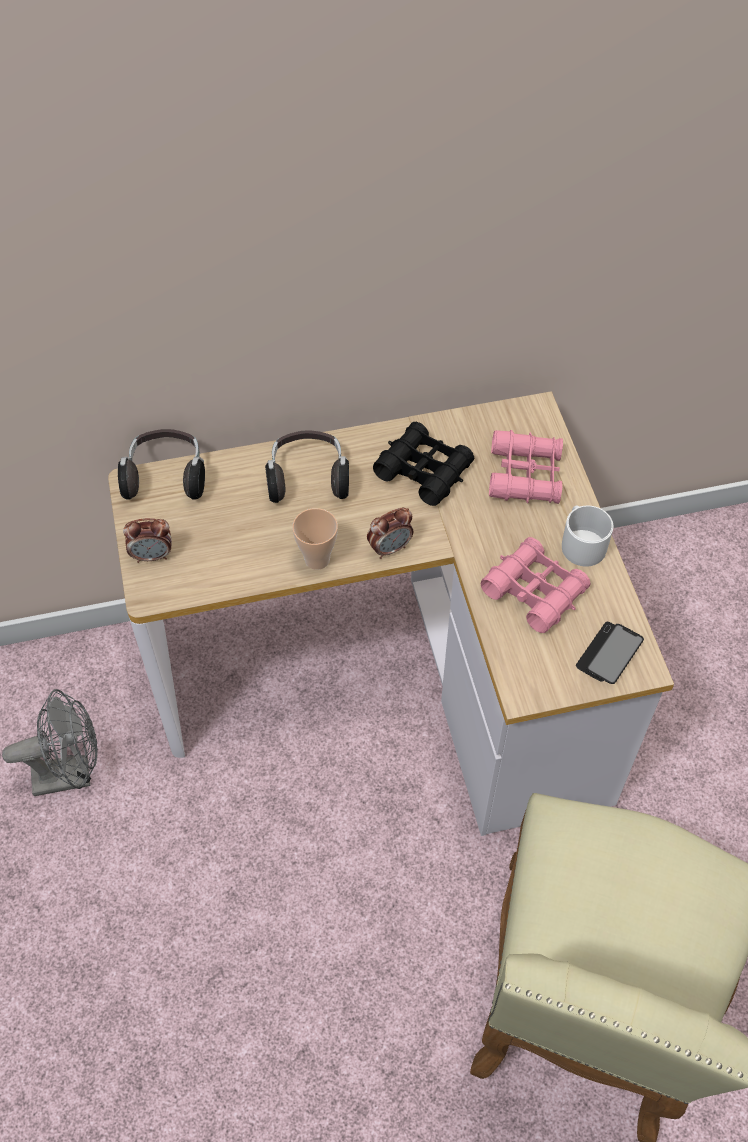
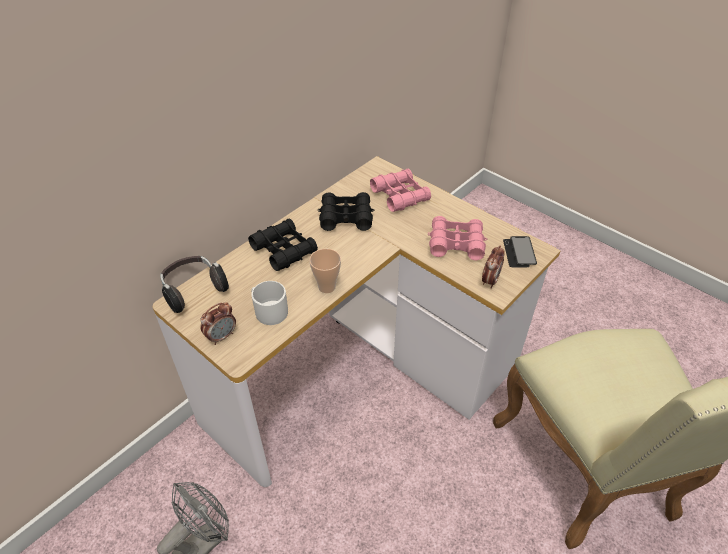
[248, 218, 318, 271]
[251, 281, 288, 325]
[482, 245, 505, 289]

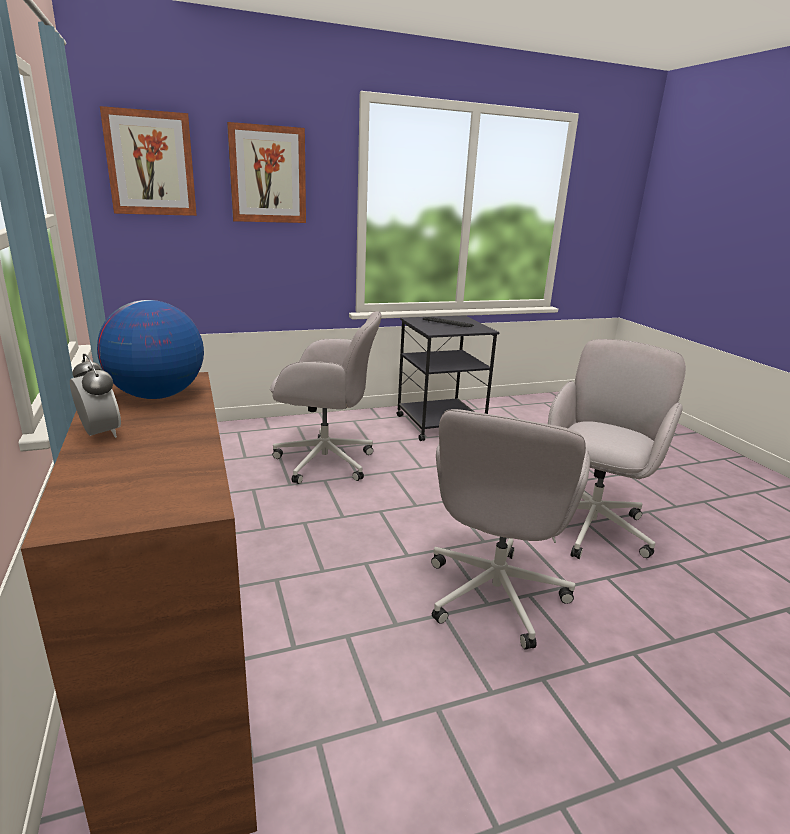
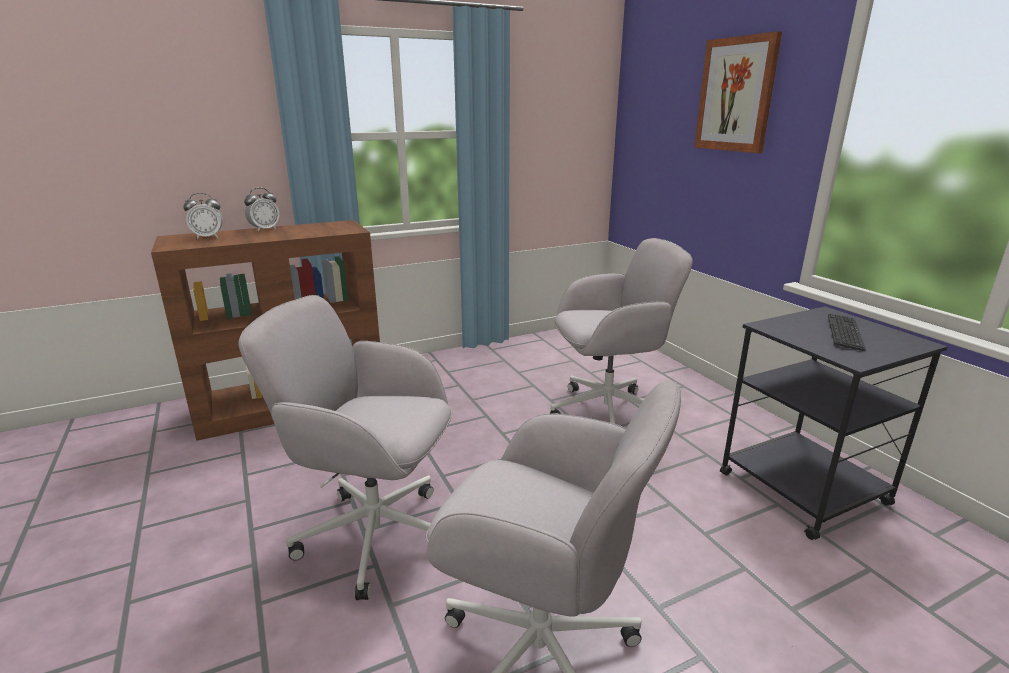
[183, 193, 223, 239]
[550, 238, 693, 424]
[97, 300, 204, 399] (first image)
[100, 106, 197, 216] (first image)

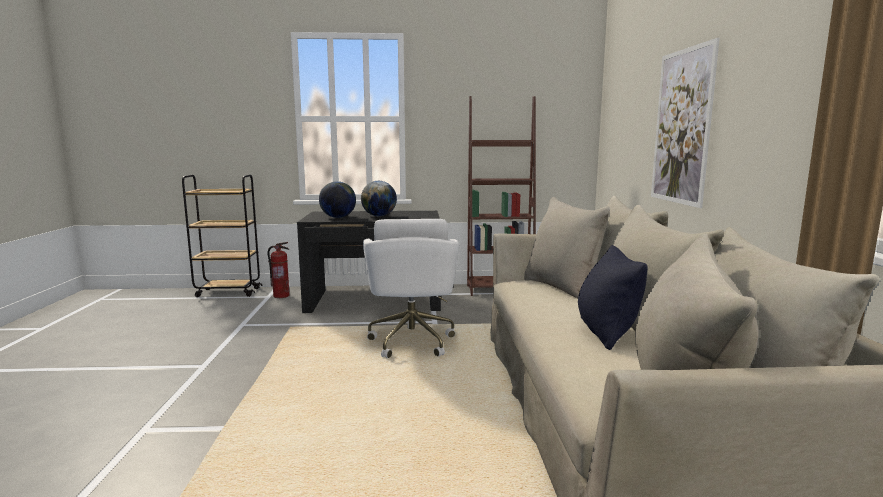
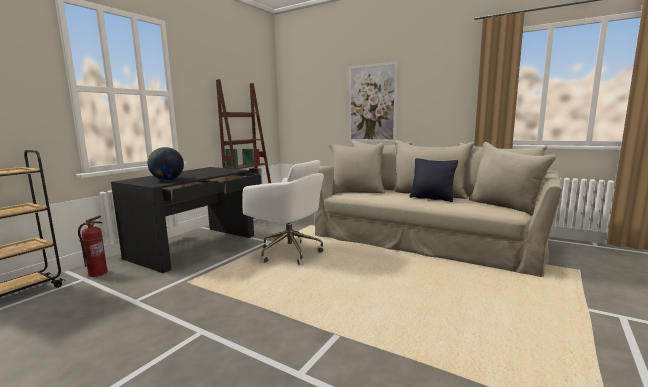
[361, 181, 397, 216] (first image)

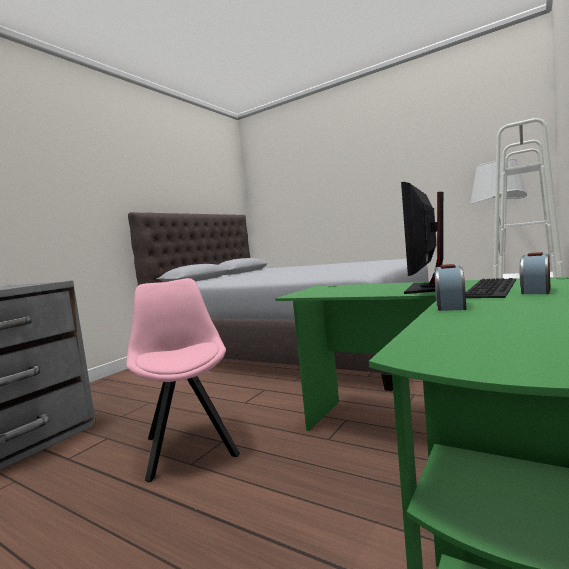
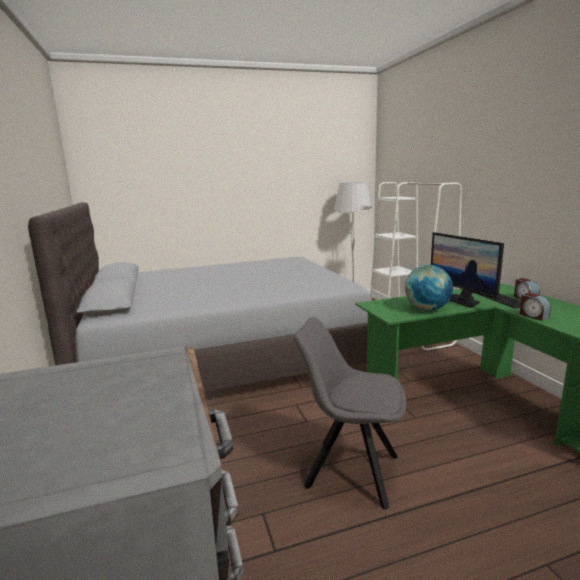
[294, 317, 406, 509]
[405, 265, 453, 311]

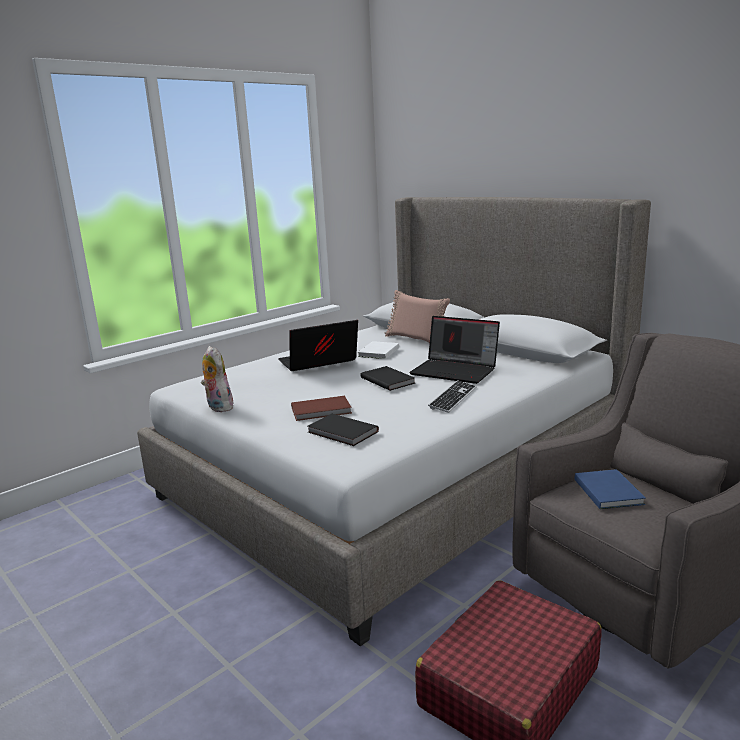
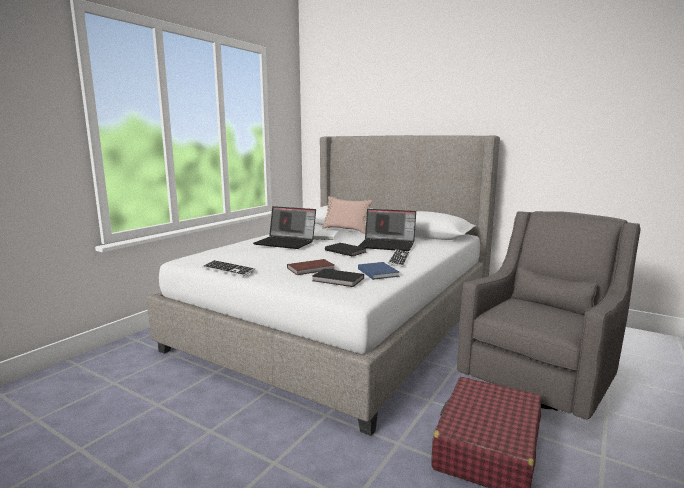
[202, 260, 255, 276]
[253, 206, 316, 249]
[358, 262, 399, 280]

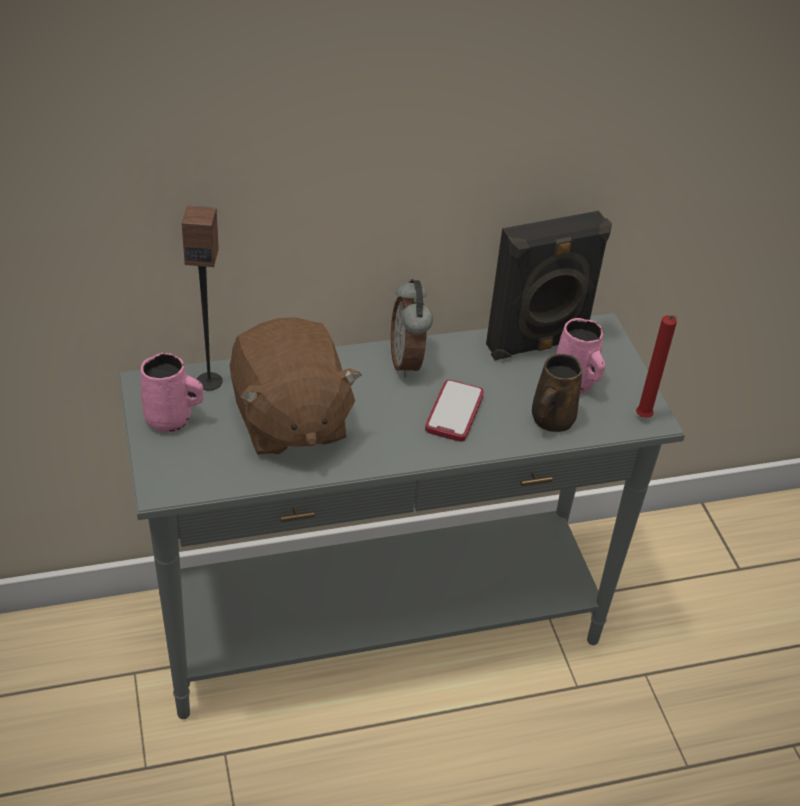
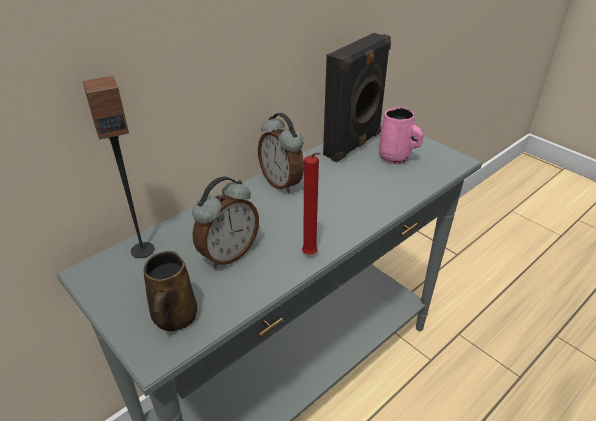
[144, 251, 197, 331]
[192, 176, 259, 268]
[302, 152, 321, 255]
[141, 352, 204, 433] (first image)
[425, 380, 484, 442] (first image)

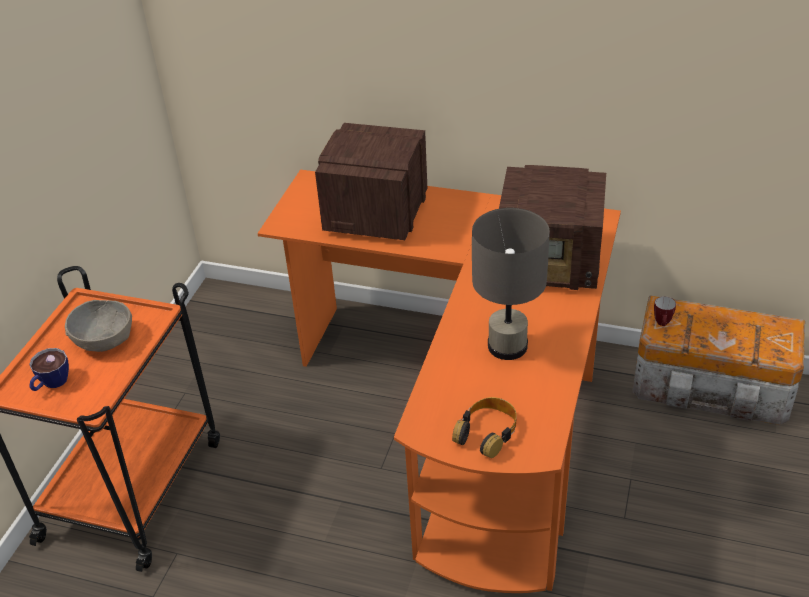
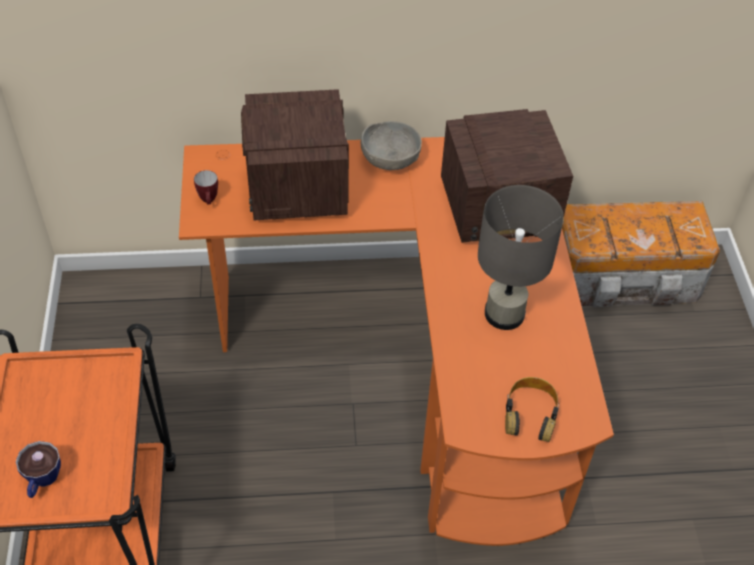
[194, 170, 218, 205]
[361, 121, 422, 170]

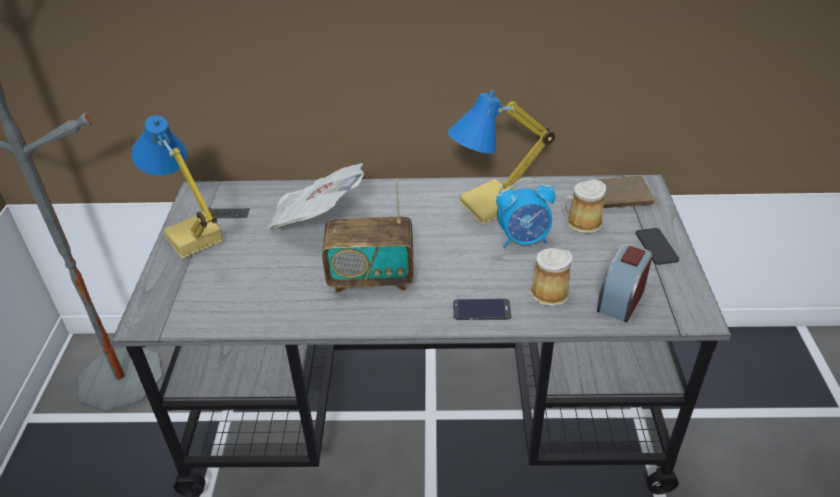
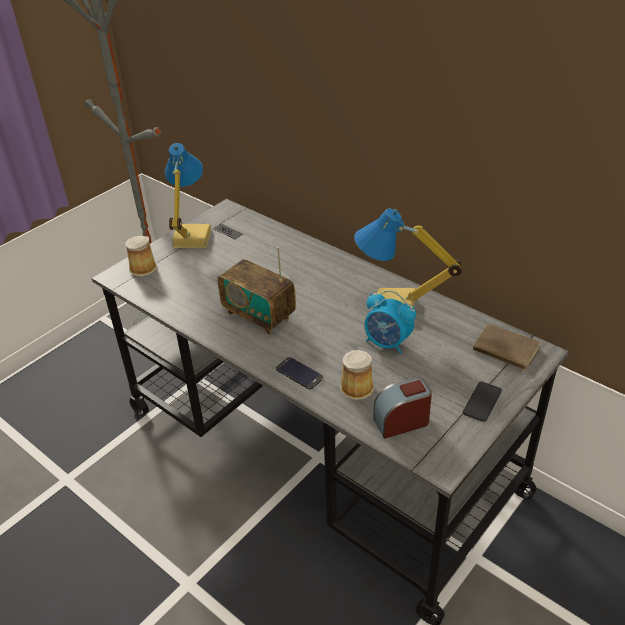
[125, 236, 157, 277]
[267, 163, 364, 228] (first image)

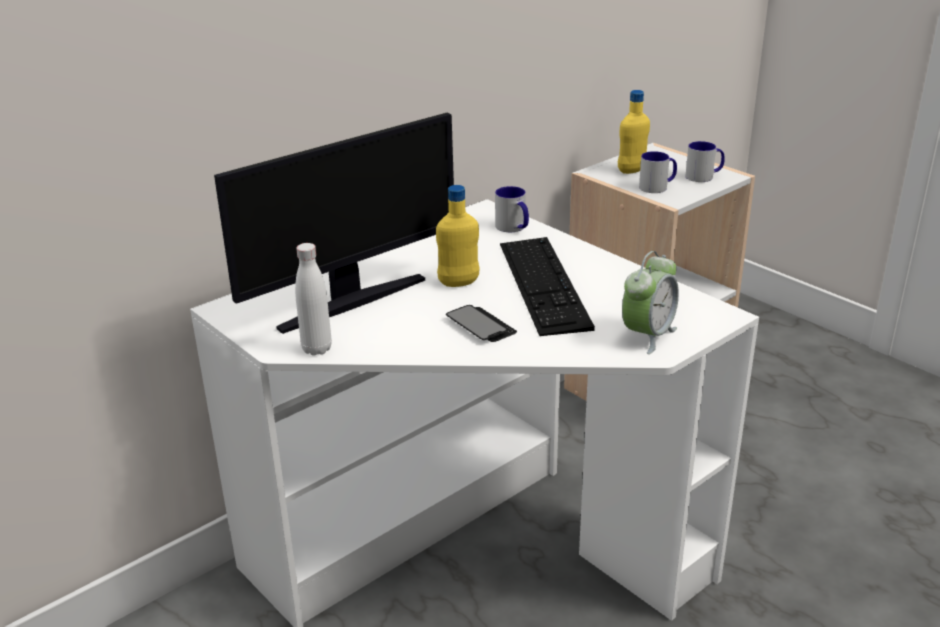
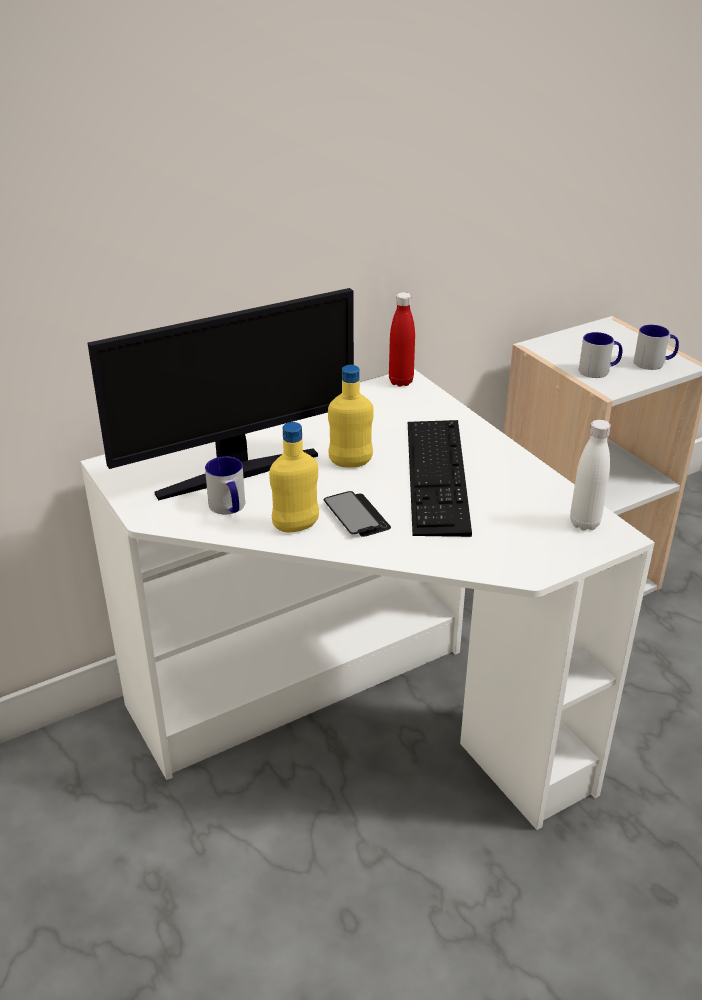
[205, 456, 245, 514]
[269, 422, 319, 532]
[389, 292, 415, 387]
[570, 420, 611, 531]
[622, 251, 679, 354] (first image)

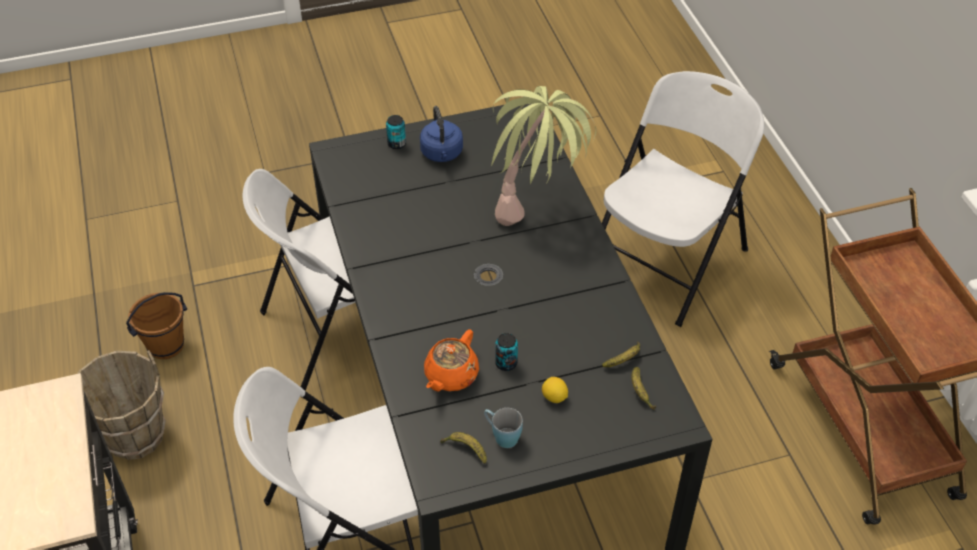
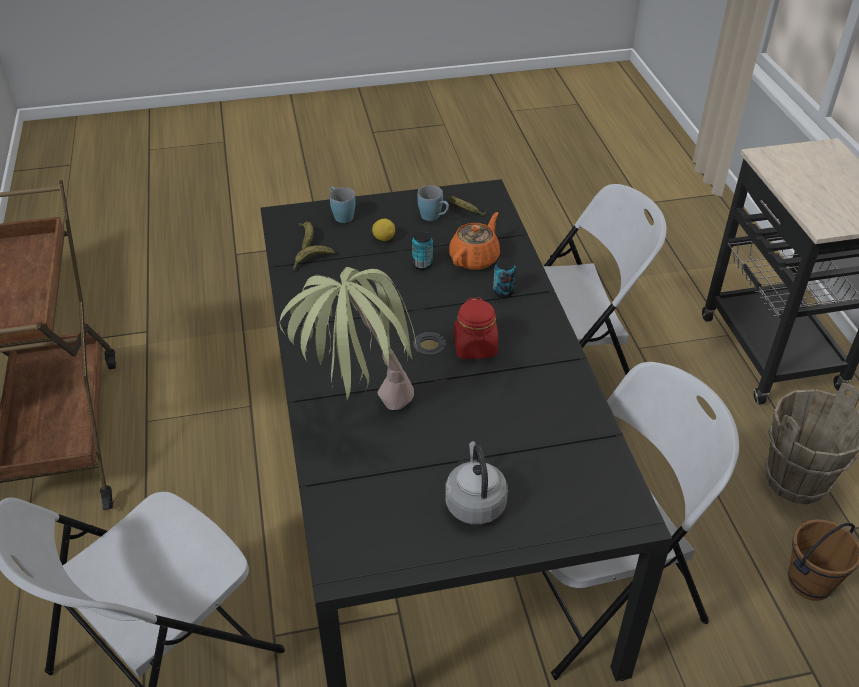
[330, 187, 356, 223]
[445, 441, 508, 525]
[454, 297, 498, 359]
[493, 258, 516, 298]

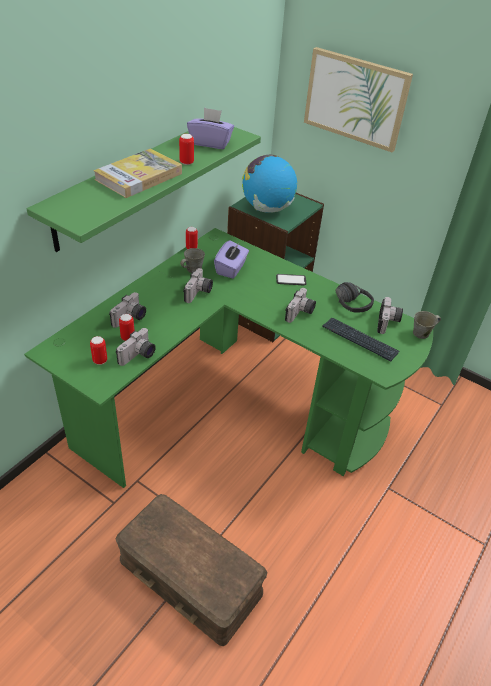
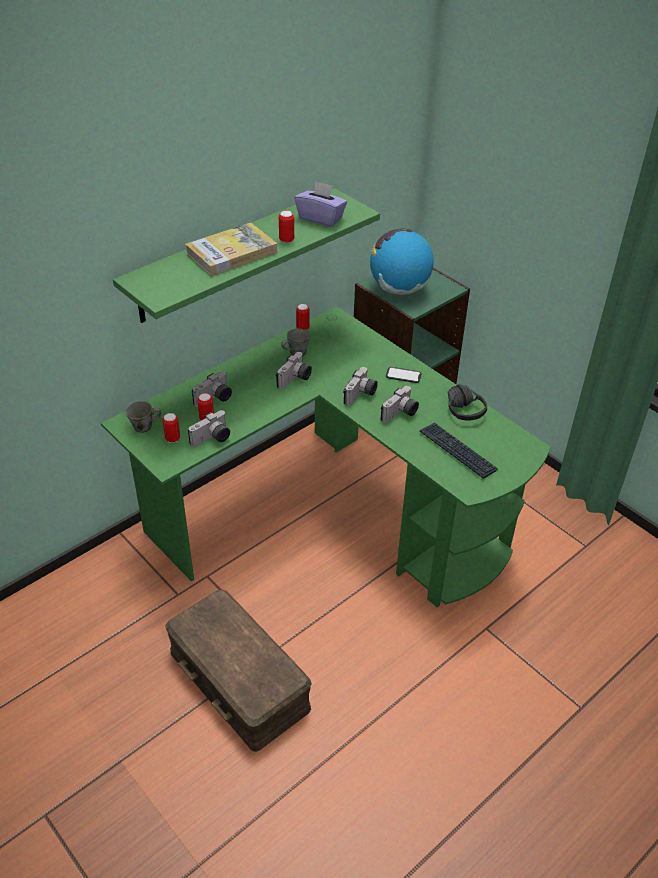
[126, 401, 161, 433]
[343, 367, 378, 406]
[214, 240, 249, 279] (first image)
[304, 47, 413, 152] (first image)

